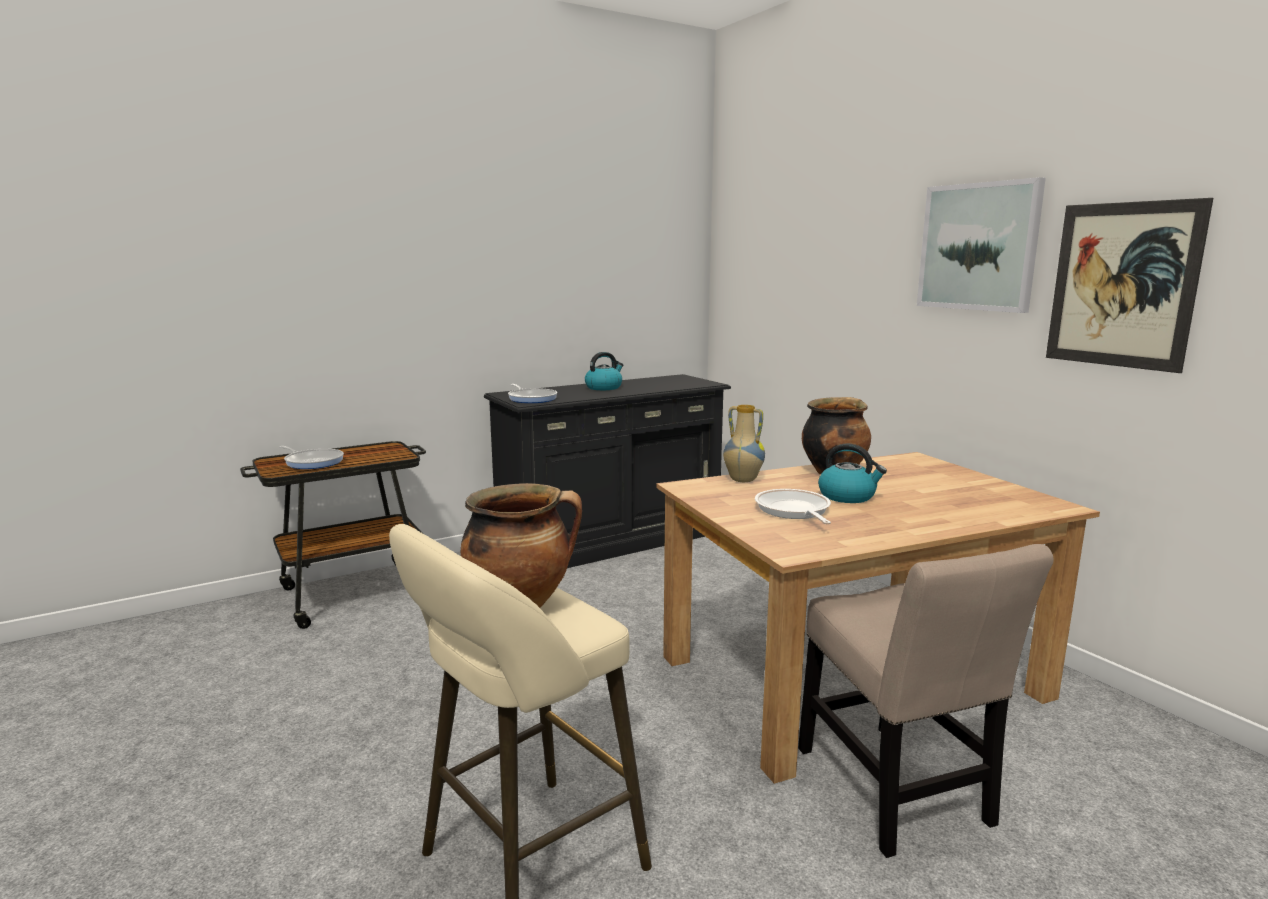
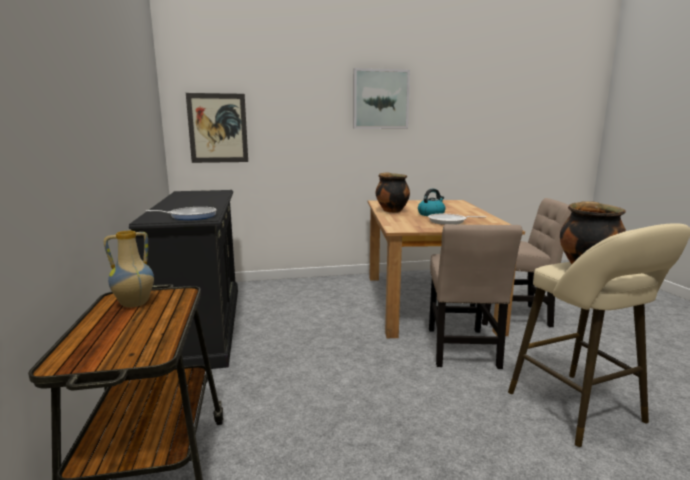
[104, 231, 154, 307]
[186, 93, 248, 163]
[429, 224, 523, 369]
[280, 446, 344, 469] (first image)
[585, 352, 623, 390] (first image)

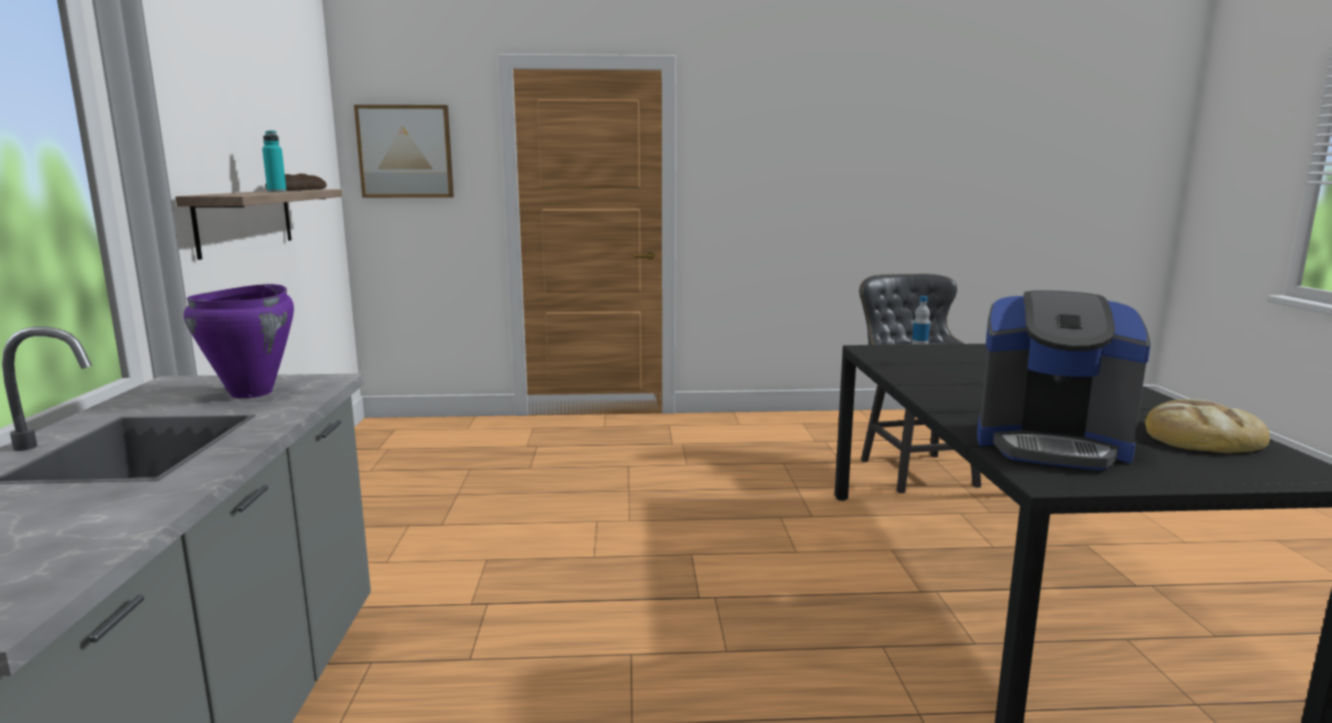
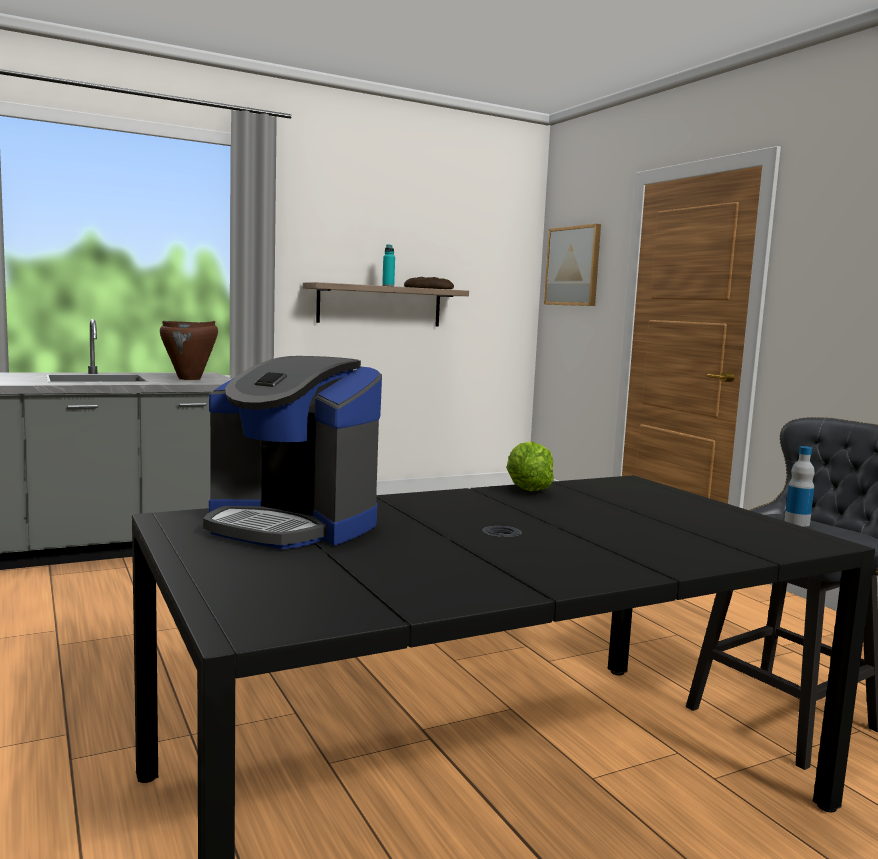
[160, 321, 218, 380]
[203, 356, 382, 549]
[506, 441, 554, 491]
[1145, 399, 1270, 453] (first image)

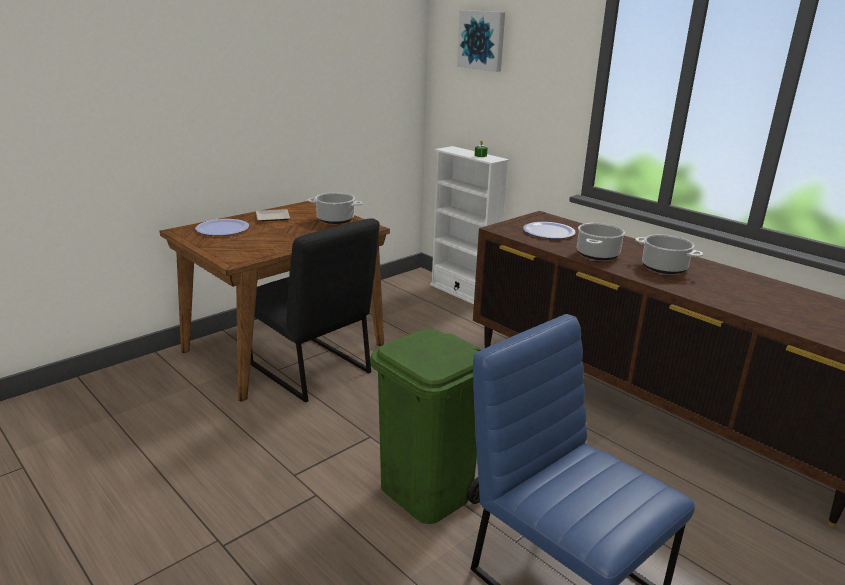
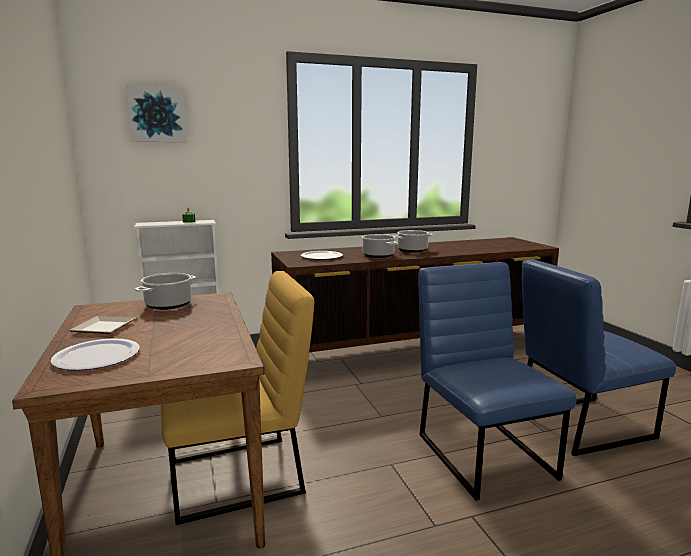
[161, 271, 314, 525]
[418, 262, 577, 501]

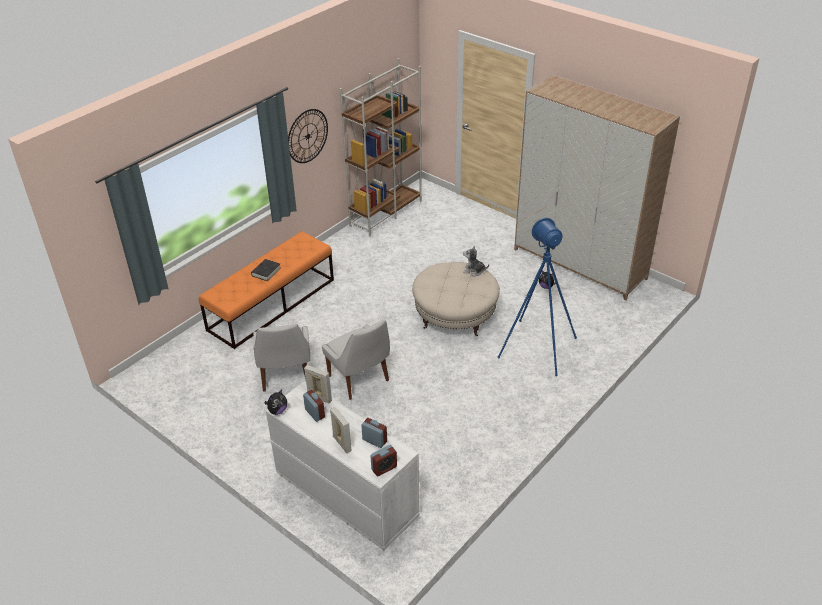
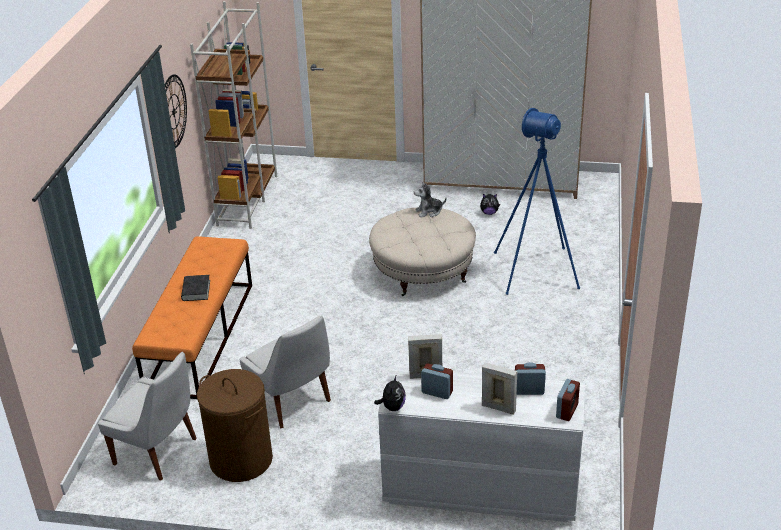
[98, 352, 196, 481]
[197, 369, 273, 482]

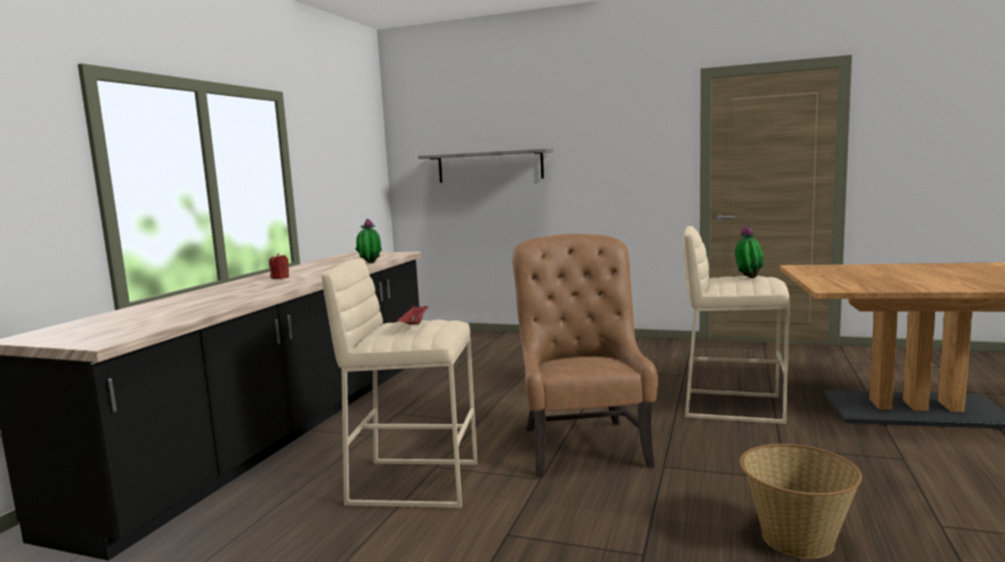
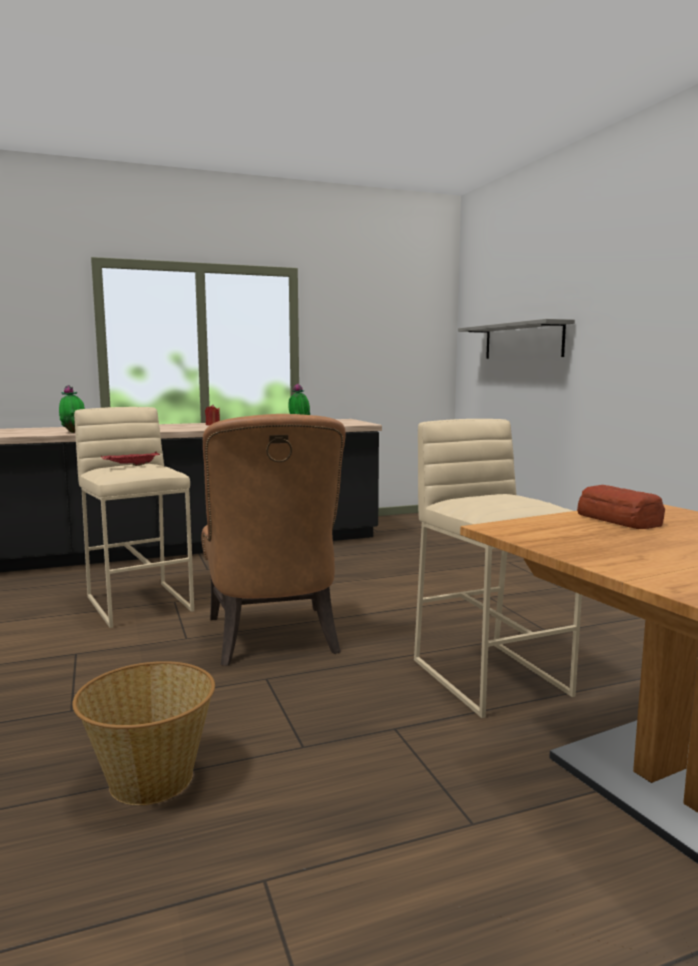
[59, 385, 85, 433]
[201, 414, 346, 666]
[577, 485, 665, 529]

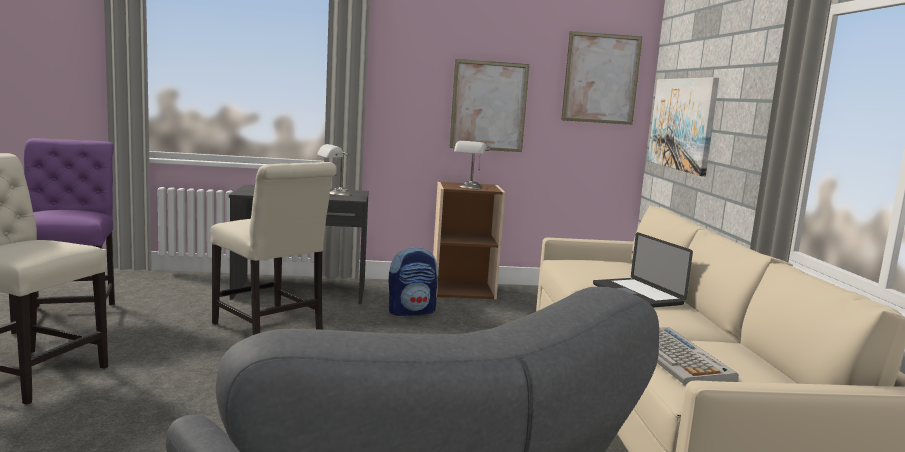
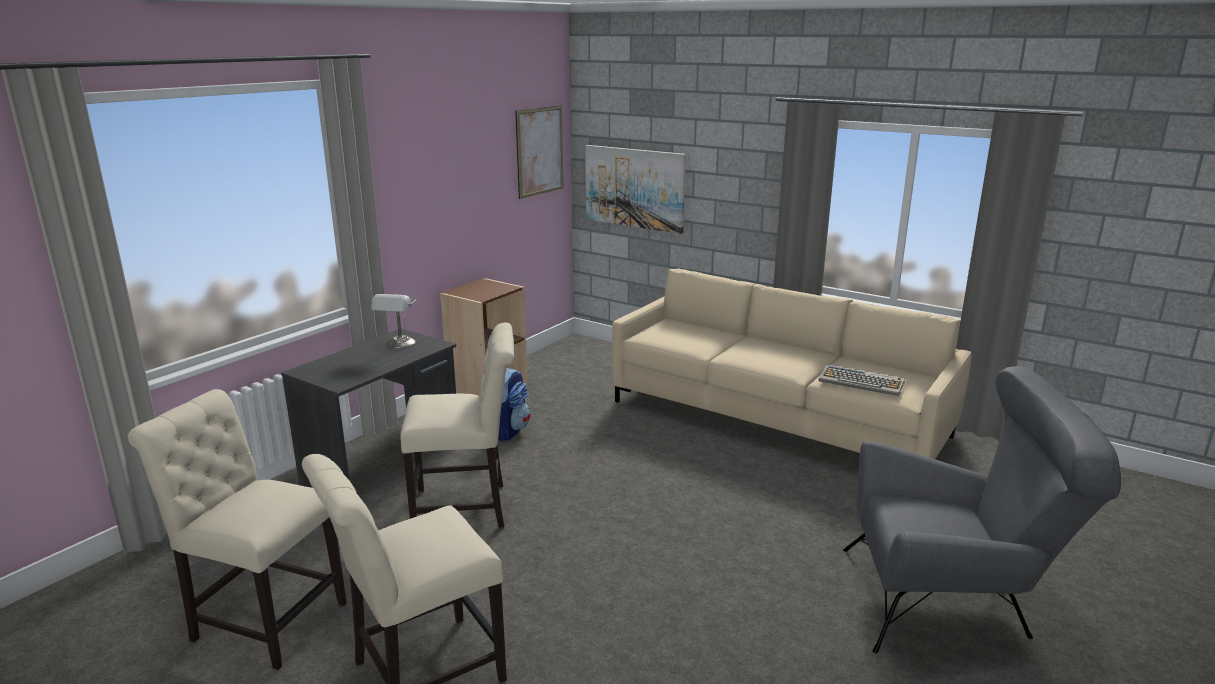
[128, 389, 347, 670]
[450, 59, 529, 152] (first image)
[453, 141, 491, 189] (first image)
[593, 232, 693, 307] (first image)

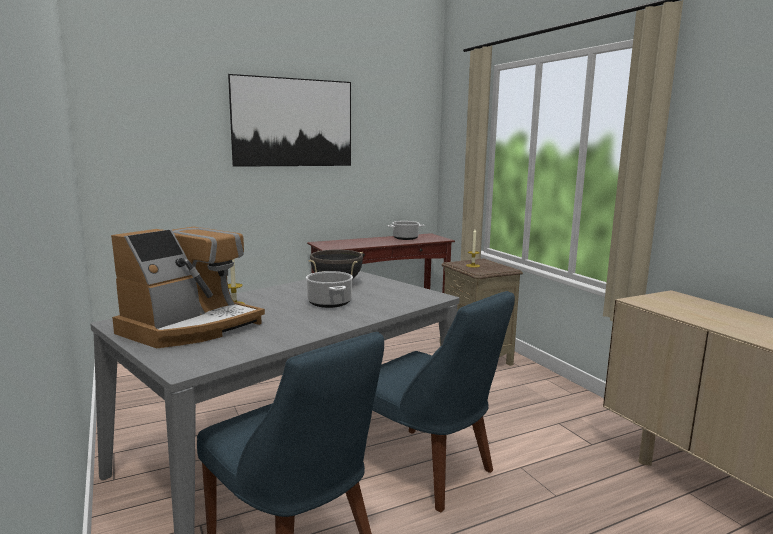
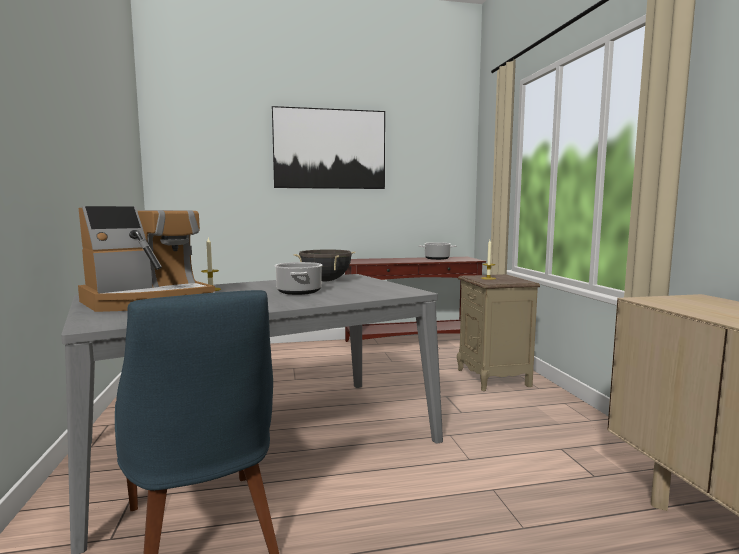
[372, 291, 515, 512] (first image)

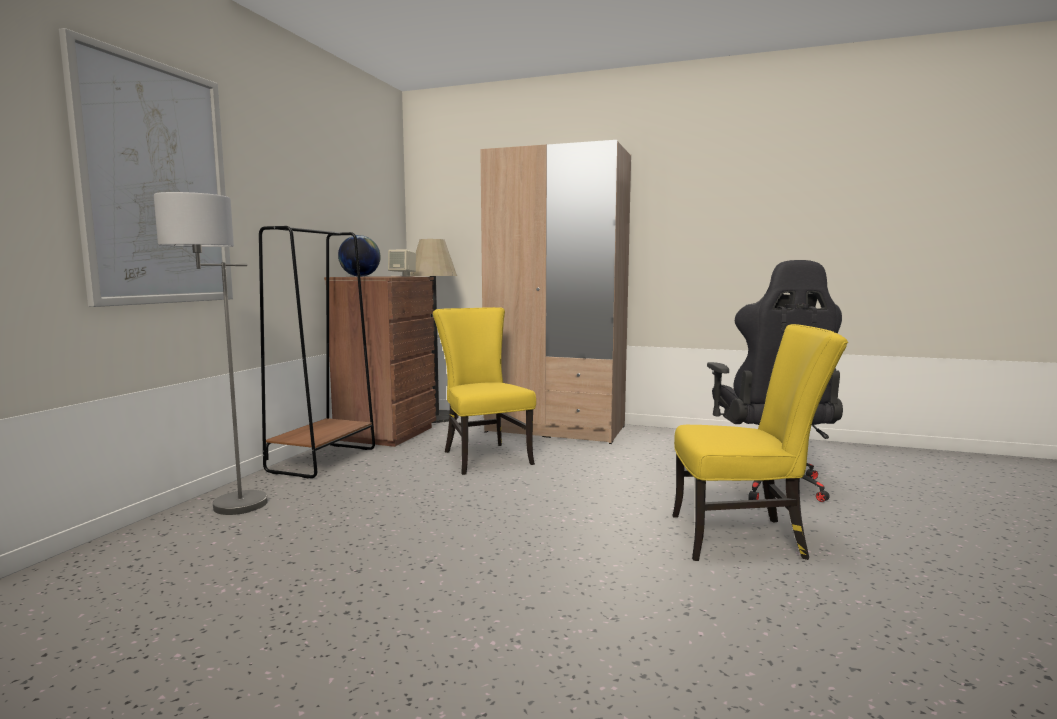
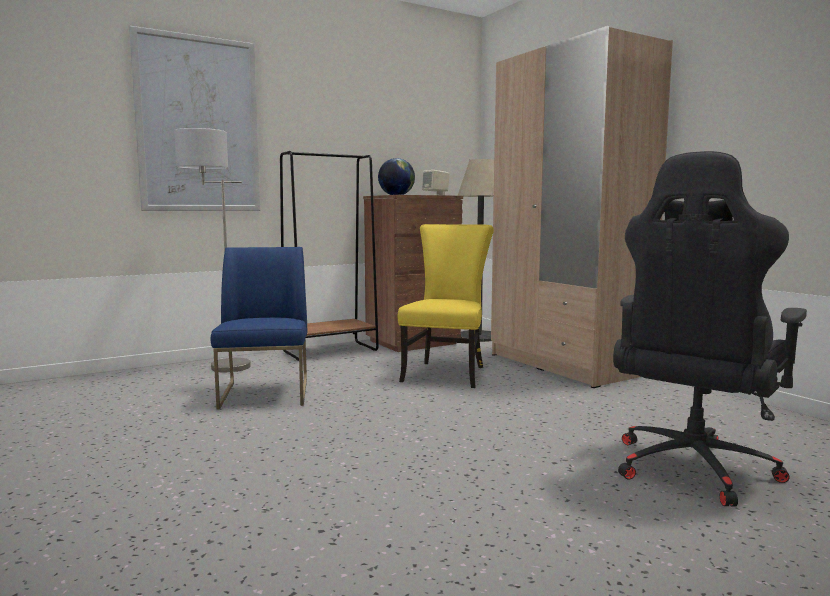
[211, 247, 307, 410]
[672, 324, 848, 561] (first image)

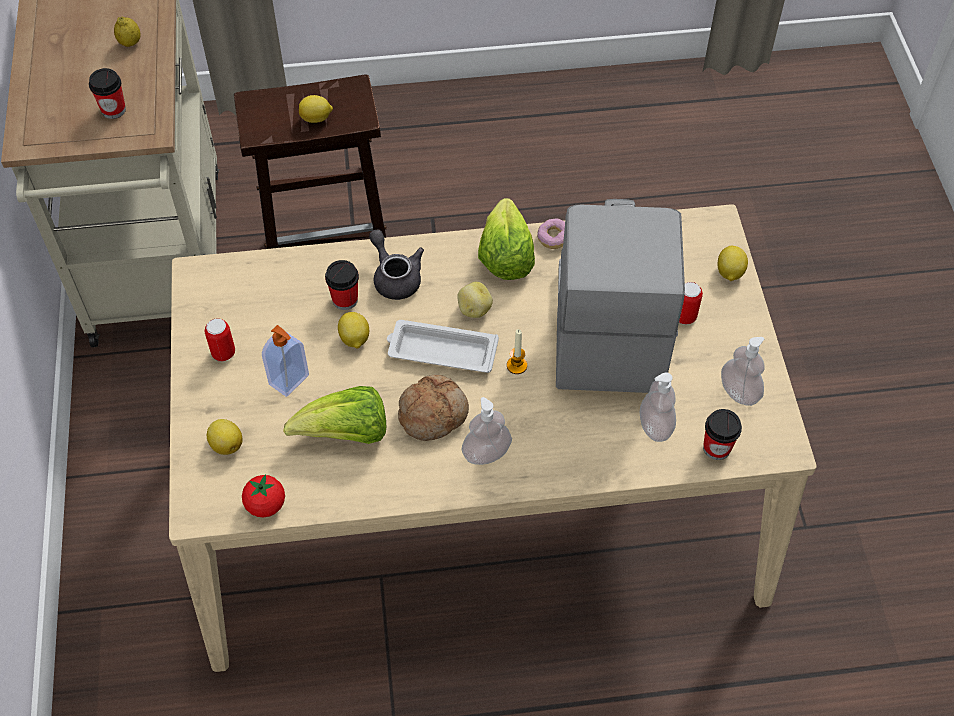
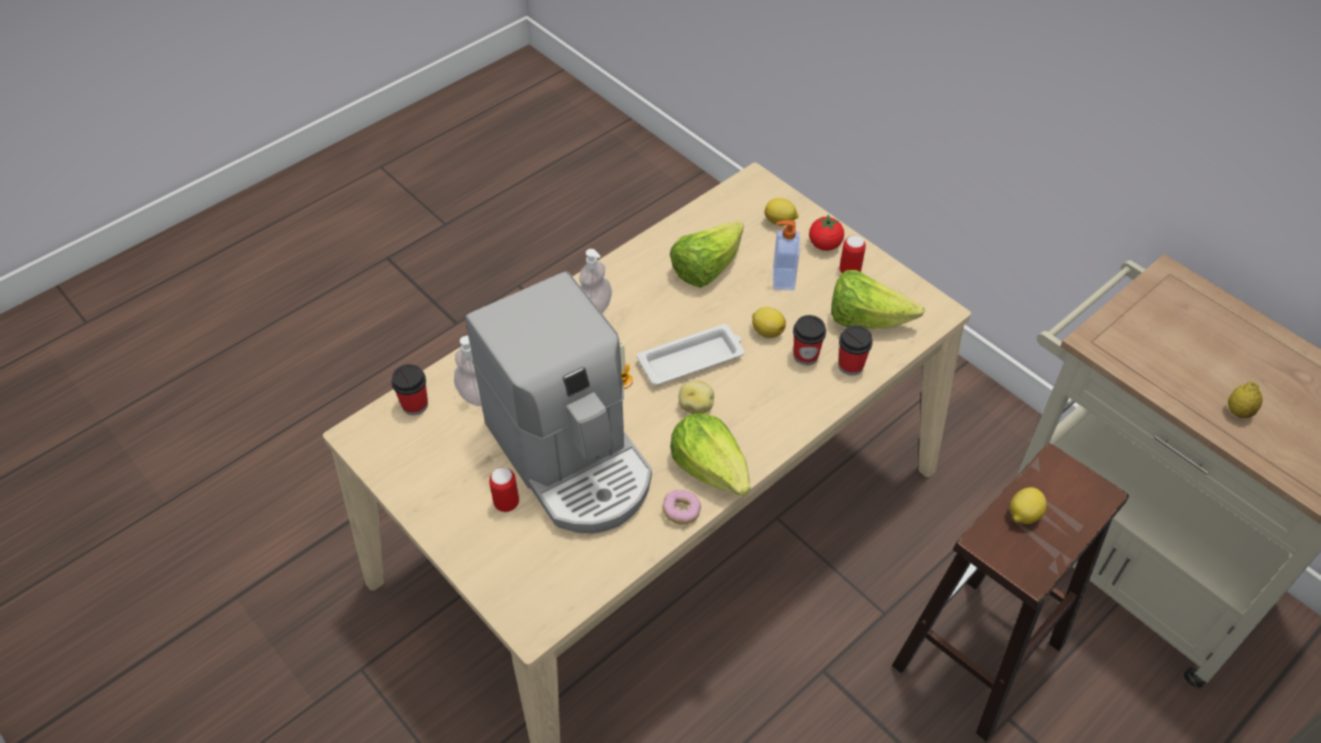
[809, 214, 844, 251]
[831, 270, 925, 329]
[838, 325, 873, 376]
[369, 229, 424, 300] (first image)
[398, 374, 469, 441] (first image)
[718, 246, 748, 281] (first image)
[721, 337, 765, 406] (first image)

